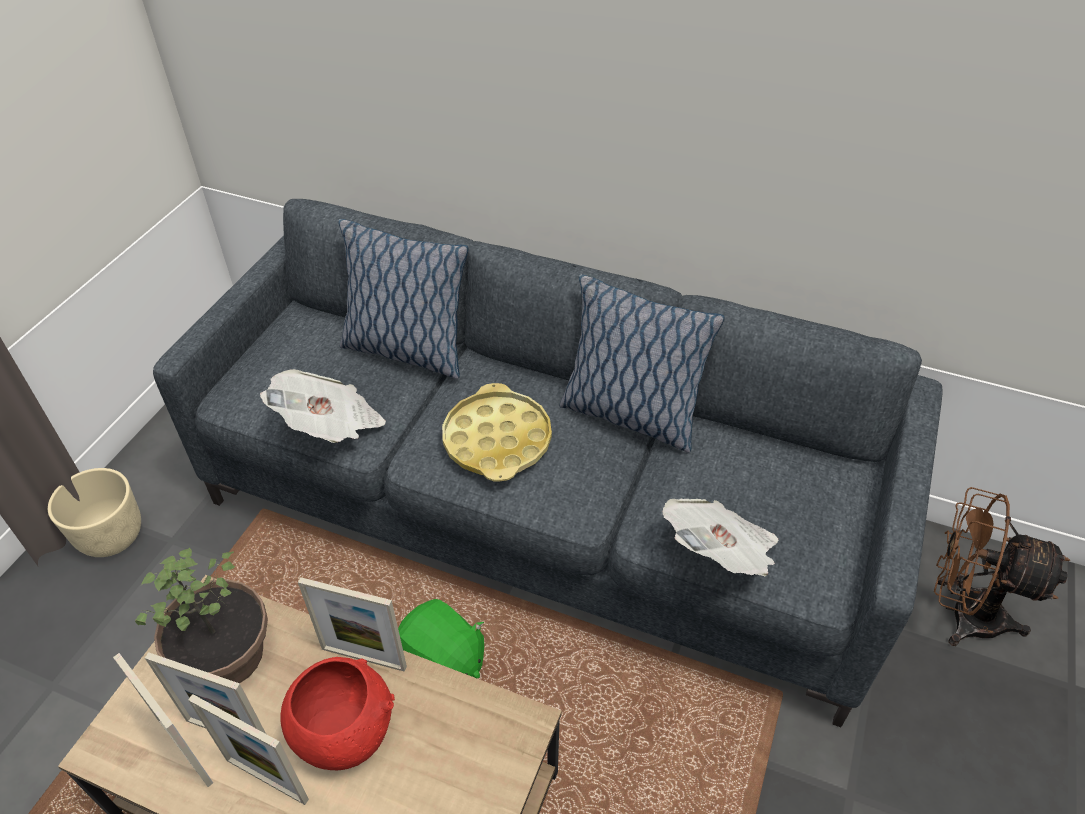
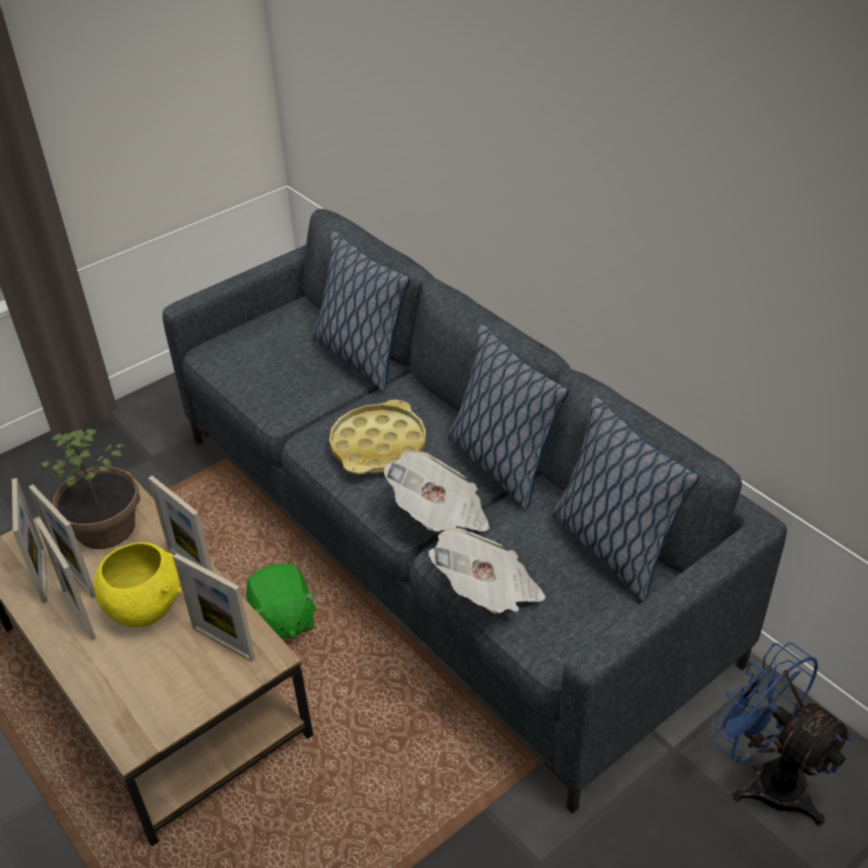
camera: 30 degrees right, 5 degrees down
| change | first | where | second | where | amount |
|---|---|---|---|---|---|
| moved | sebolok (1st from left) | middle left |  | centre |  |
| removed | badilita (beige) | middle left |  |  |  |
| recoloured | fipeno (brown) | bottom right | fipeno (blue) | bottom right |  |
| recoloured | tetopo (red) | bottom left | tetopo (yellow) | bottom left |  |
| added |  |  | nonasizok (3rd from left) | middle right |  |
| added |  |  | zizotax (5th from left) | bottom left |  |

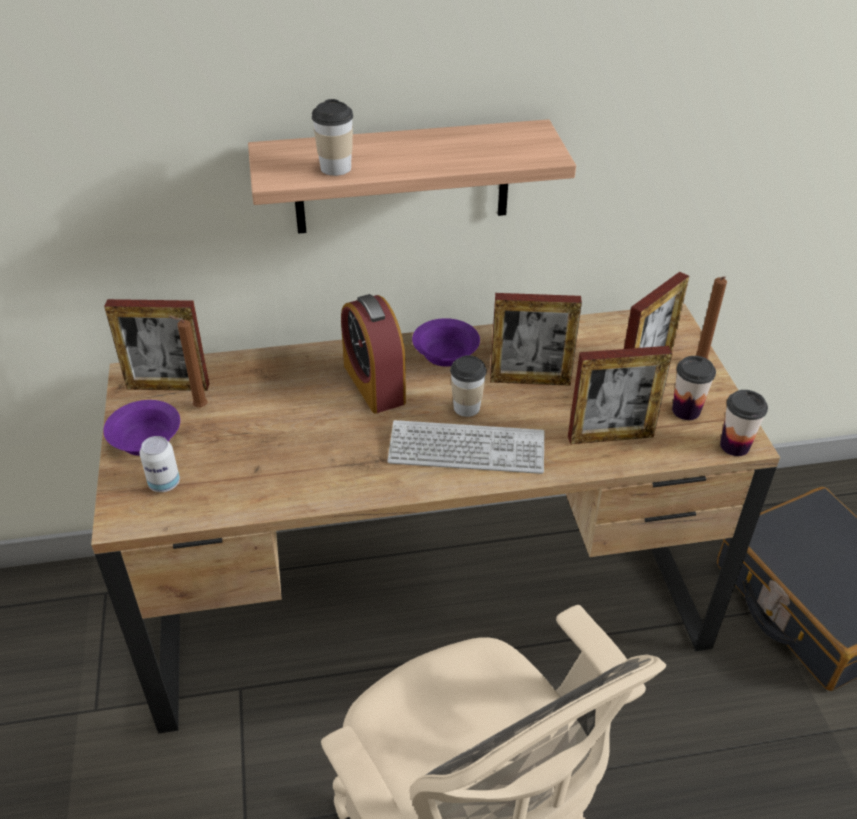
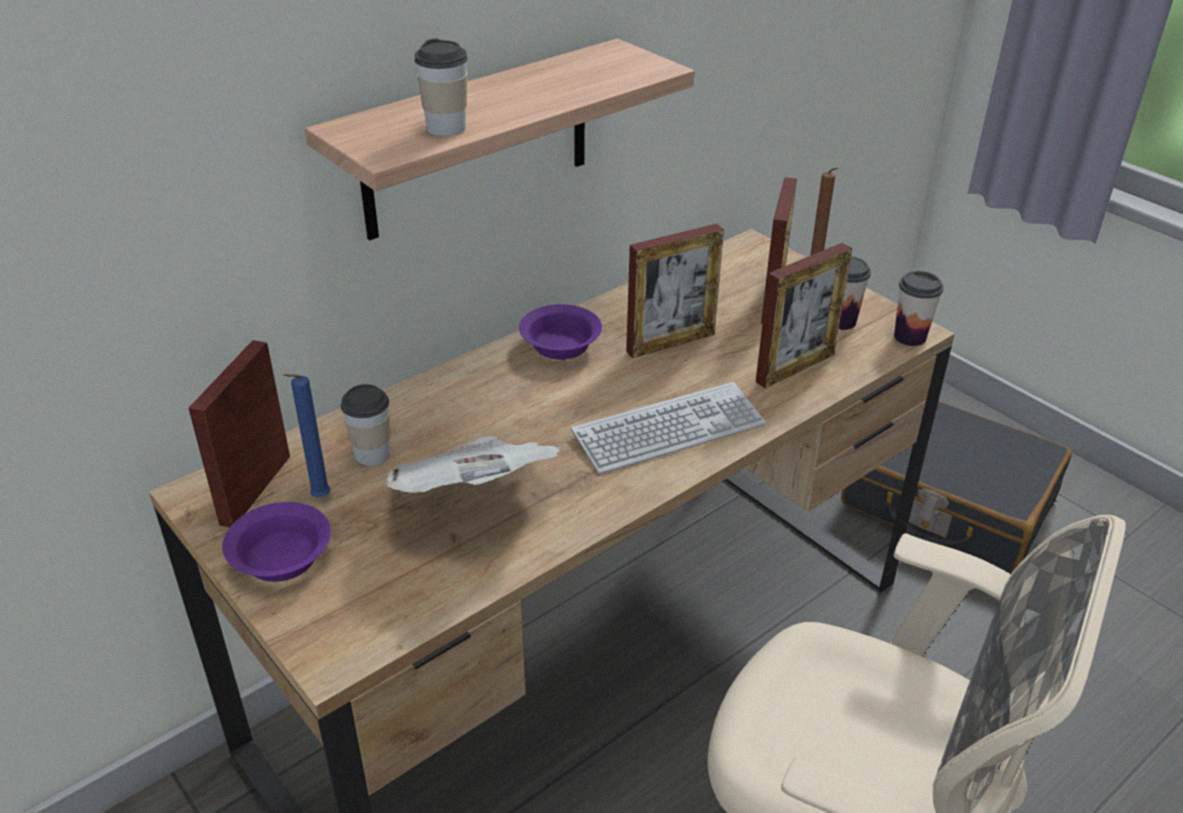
camera: 30 degrees left, 5 degrees down
| change | first | where | second | where | amount |
|---|---|---|---|---|---|
| removed | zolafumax | centre |  |  |  |
| turned | zizotax (1st from left) | middle left |  | middle left | 135 degrees clockwise |
| recoloured | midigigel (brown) (1st from left) | middle left | midigigel (blue) | middle left |  |
| moved | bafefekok (2nd from left in the first image) | centre | bafefekok (1st from left) | middle left |  |
| removed | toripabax | middle left |  |  |  |
| added |  |  | sebolok | centre |  |

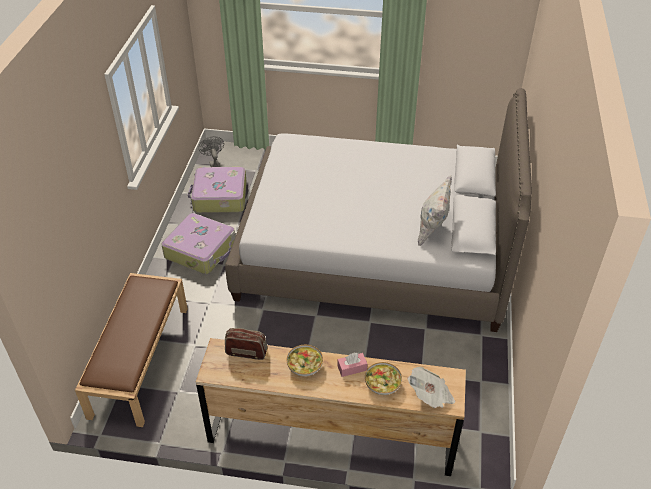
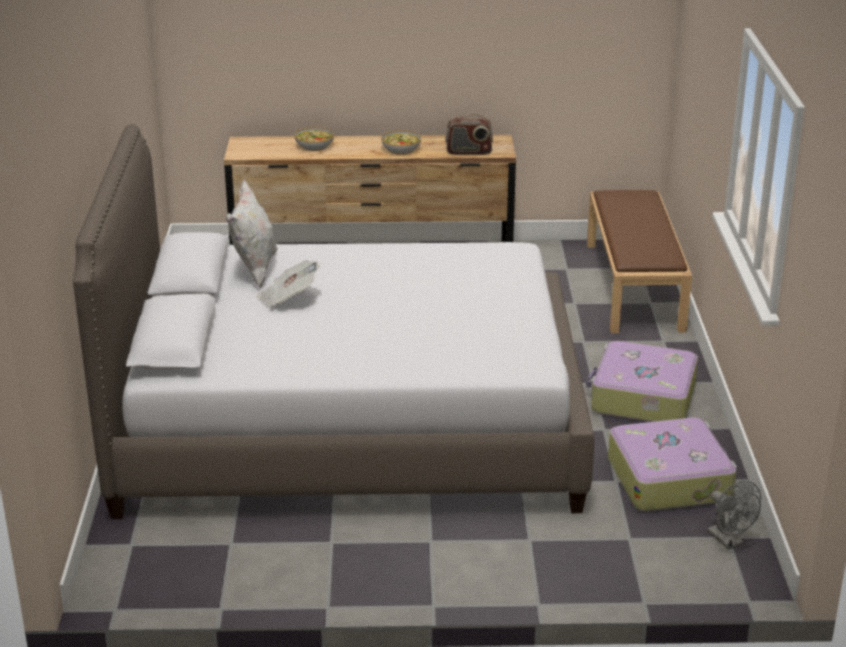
camera: 170 degrees right, 15 degrees down
| change | first | where | second | where | amount |
|---|---|---|---|---|---|
| removed | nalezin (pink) | bottom centre |  |  |  |
| moved | sebolok | bottom centre |  | centre |  |

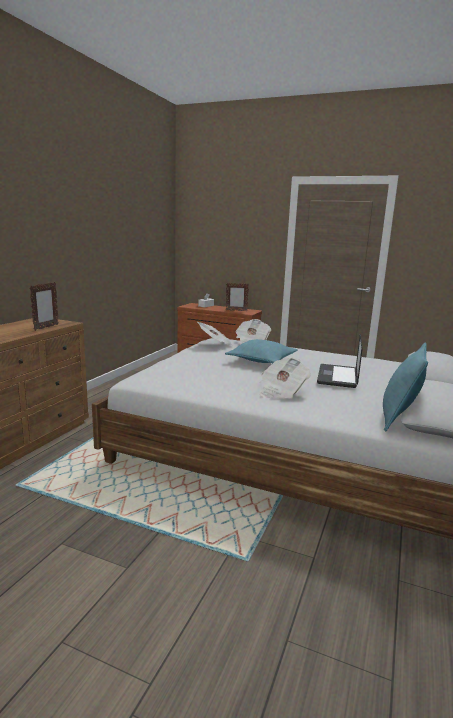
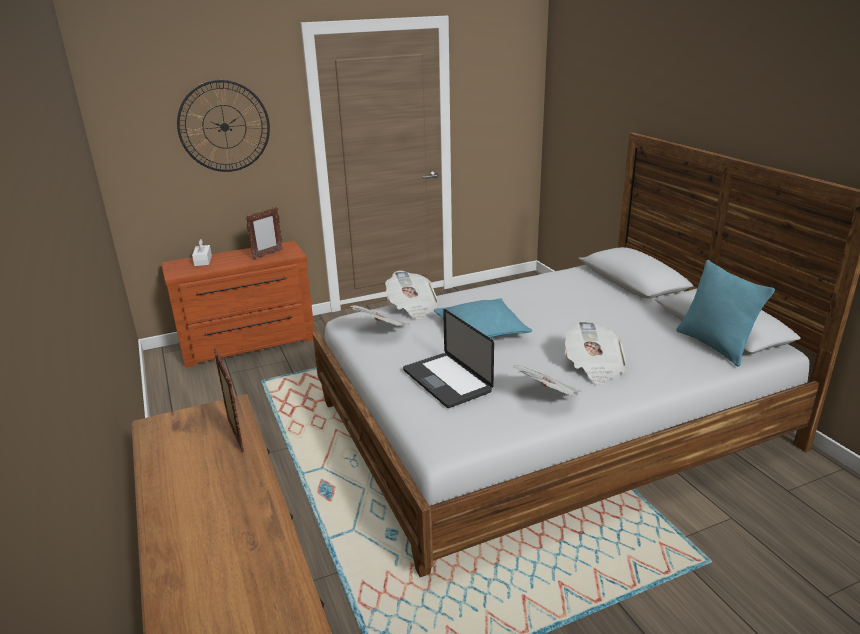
camera: 45 degrees left, 10 degrees up
| change | first | where | second | where | amount |
|---|---|---|---|---|---|
| moved | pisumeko | middle right |  | centre |  |
| added |  |  | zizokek | top left |  |
| added |  |  | sebolok (3rd from left) | centre |  |

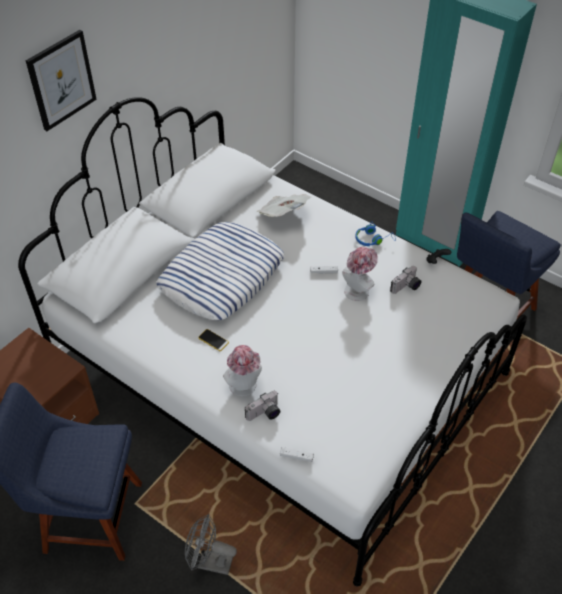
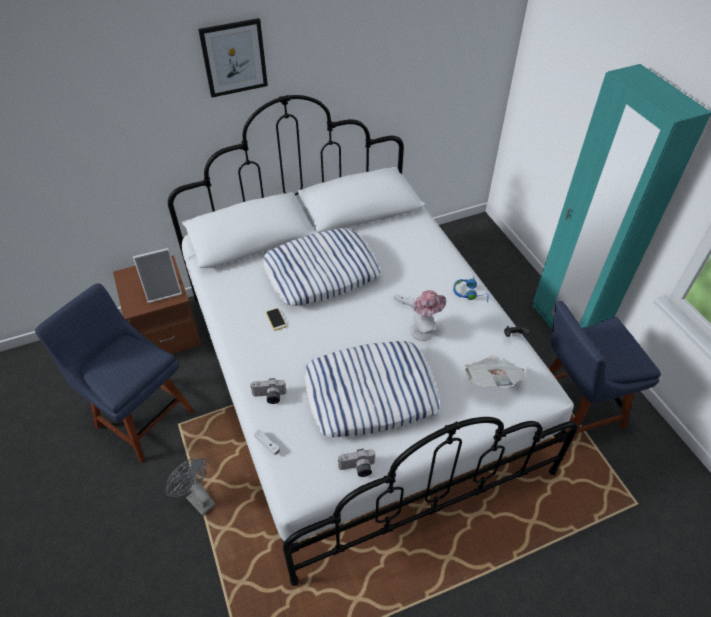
camera: 30 degrees right, 0 degrees up
| change | first | where | second | where | amount |
|---|---|---|---|---|---|
| moved | sebolok | centre |  | middle right |  |
| moved | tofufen (2nd from left) | middle right |  | bottom centre |  |
| removed | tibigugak (1st from left) | centre |  |  |  |
| added |  |  | zizotax | middle left |  |
| added |  |  | nonasizok (2nd from left) | centre |  |

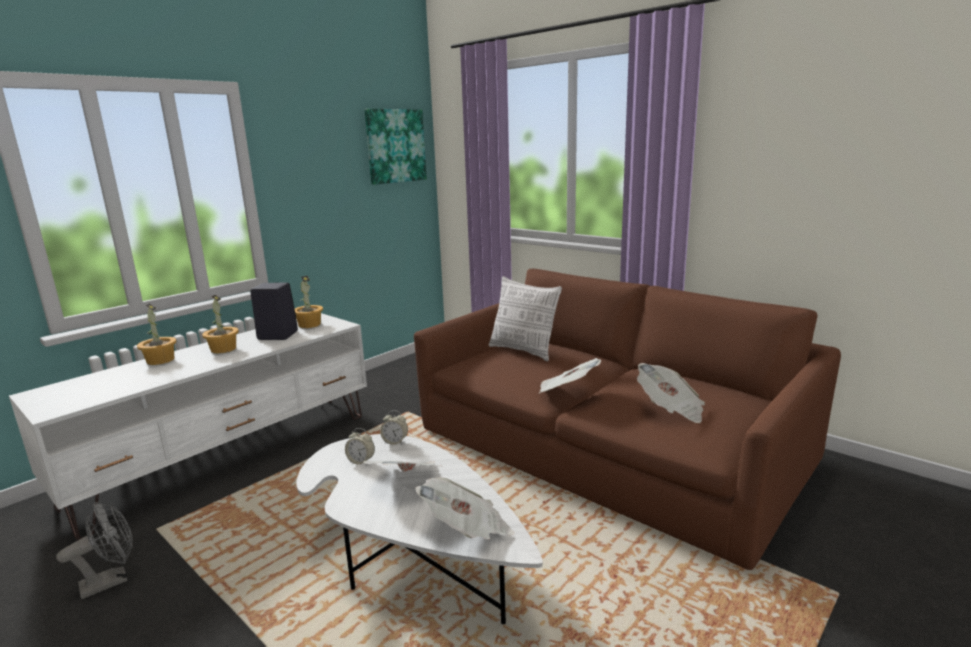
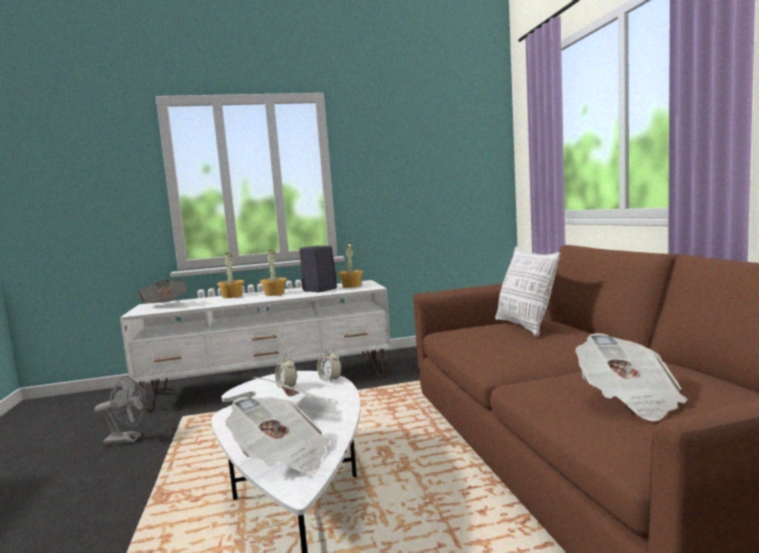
camera: 35 degrees right, 10 degrees down
| change | first | where | second | where | amount |
|---|---|---|---|---|---|
| removed | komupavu | top centre |  |  |  |
| moved | sebolok (3rd from left in the first image) | centre | sebolok (1st from left) | middle left |  |

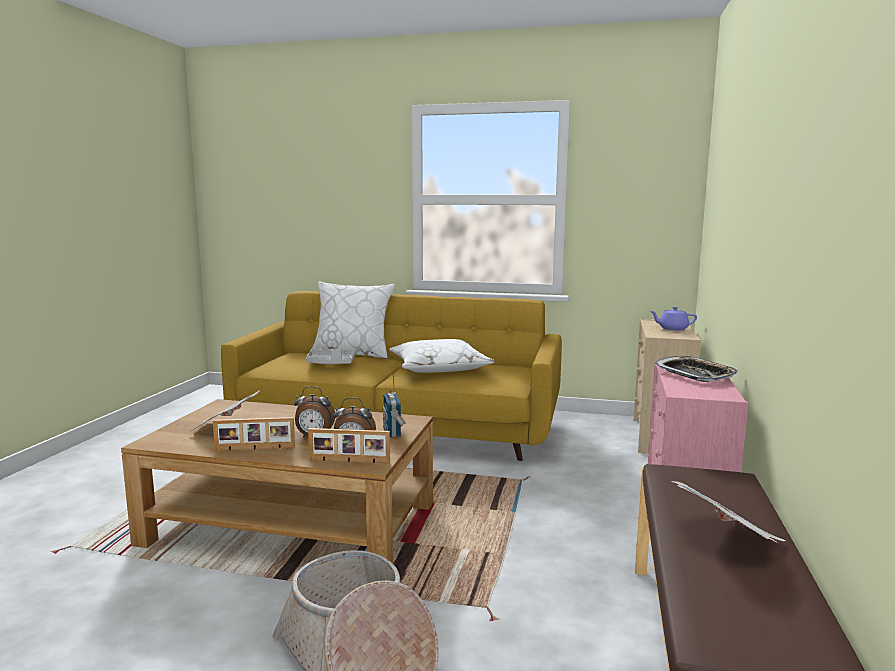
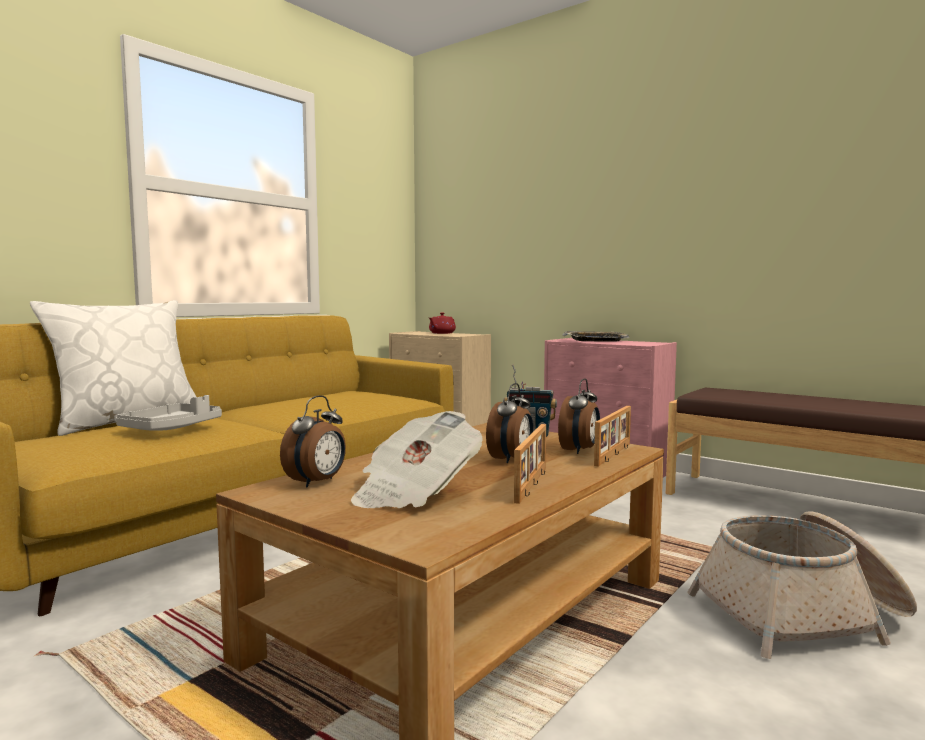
camera: 65 degrees left, 5 degrees down
| change | first | where | second | where | amount |
|---|---|---|---|---|---|
| recoloured | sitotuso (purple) | middle right | sitotuso (red) | centre |  |
| removed | nonasizok (white) (2nd from left) | centre |  |  |  |
| removed | sebolok (2nd from left) | bottom right |  |  |  |
| added |  |  | zolafumax (1st from left) | centre |  |

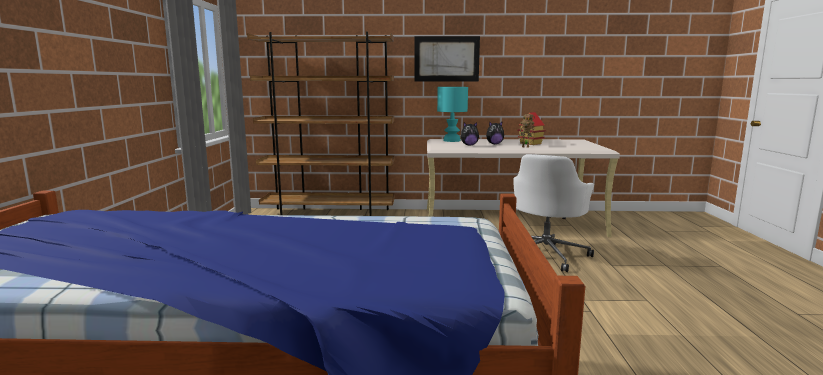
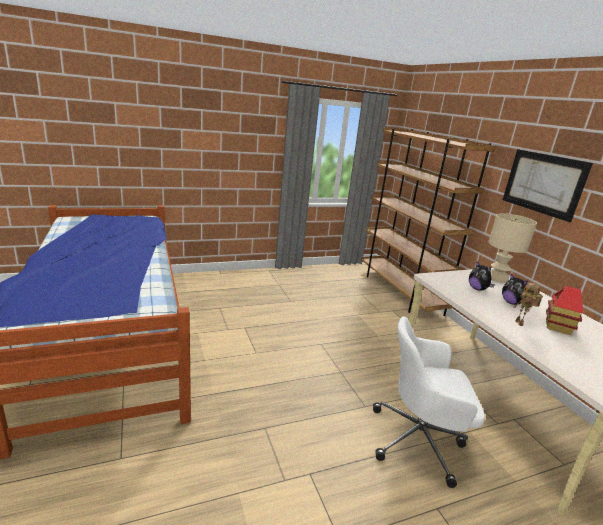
camera: 65 degrees right, 10 degrees up
| change | first | where | second | where | amount |
|---|---|---|---|---|---|
| recoloured | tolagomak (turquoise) | top centre | tolagomak (beige) | middle right |  |

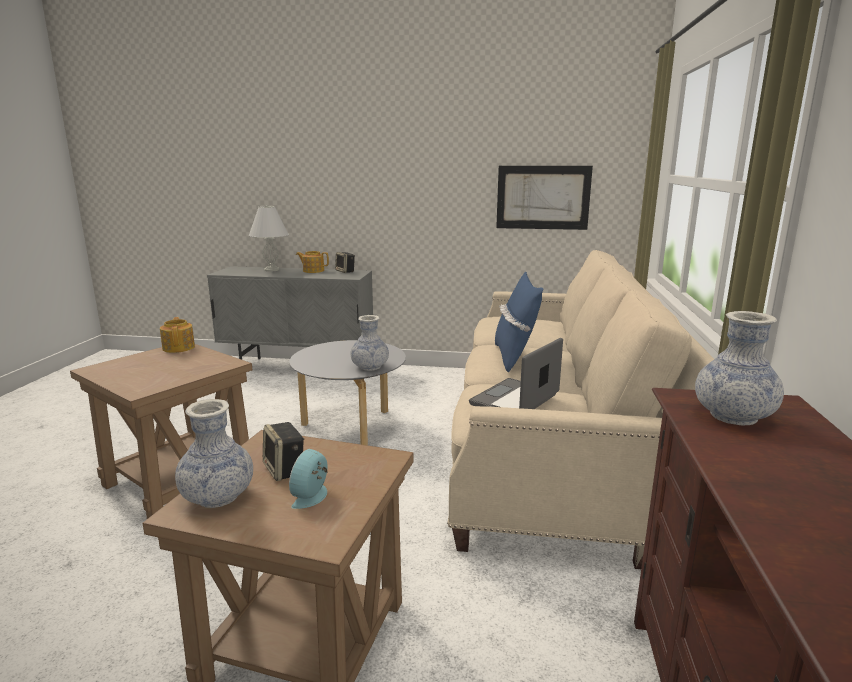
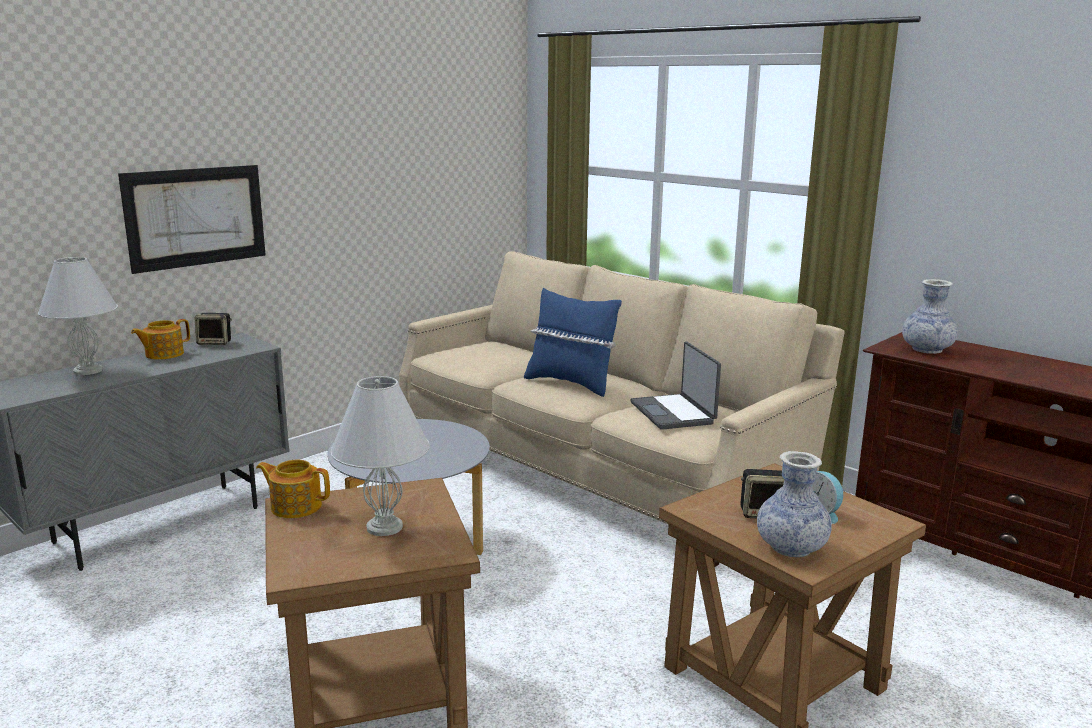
camera: 55 degrees left, 0 degrees up
| change | first | where | second | where | amount |
|---|---|---|---|---|---|
| moved | komupavu | top centre |  | top left |  |
| removed | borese (2nd from left) | centre |  |  |  |
| added |  |  | tolagomak (white) (2nd from left) | centre |  |

